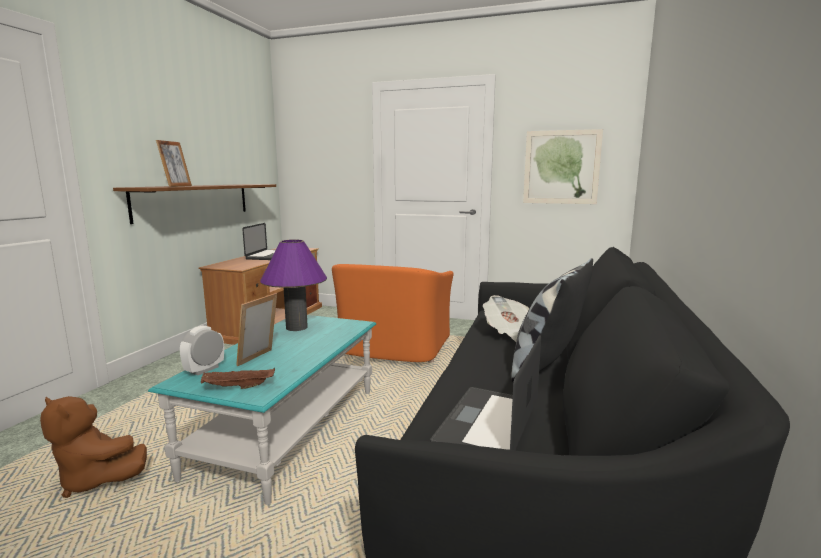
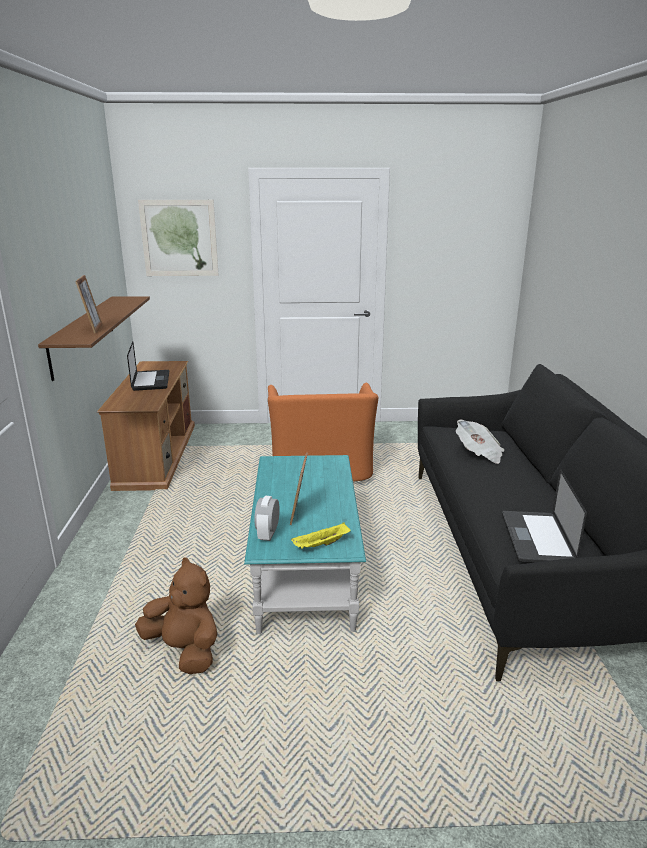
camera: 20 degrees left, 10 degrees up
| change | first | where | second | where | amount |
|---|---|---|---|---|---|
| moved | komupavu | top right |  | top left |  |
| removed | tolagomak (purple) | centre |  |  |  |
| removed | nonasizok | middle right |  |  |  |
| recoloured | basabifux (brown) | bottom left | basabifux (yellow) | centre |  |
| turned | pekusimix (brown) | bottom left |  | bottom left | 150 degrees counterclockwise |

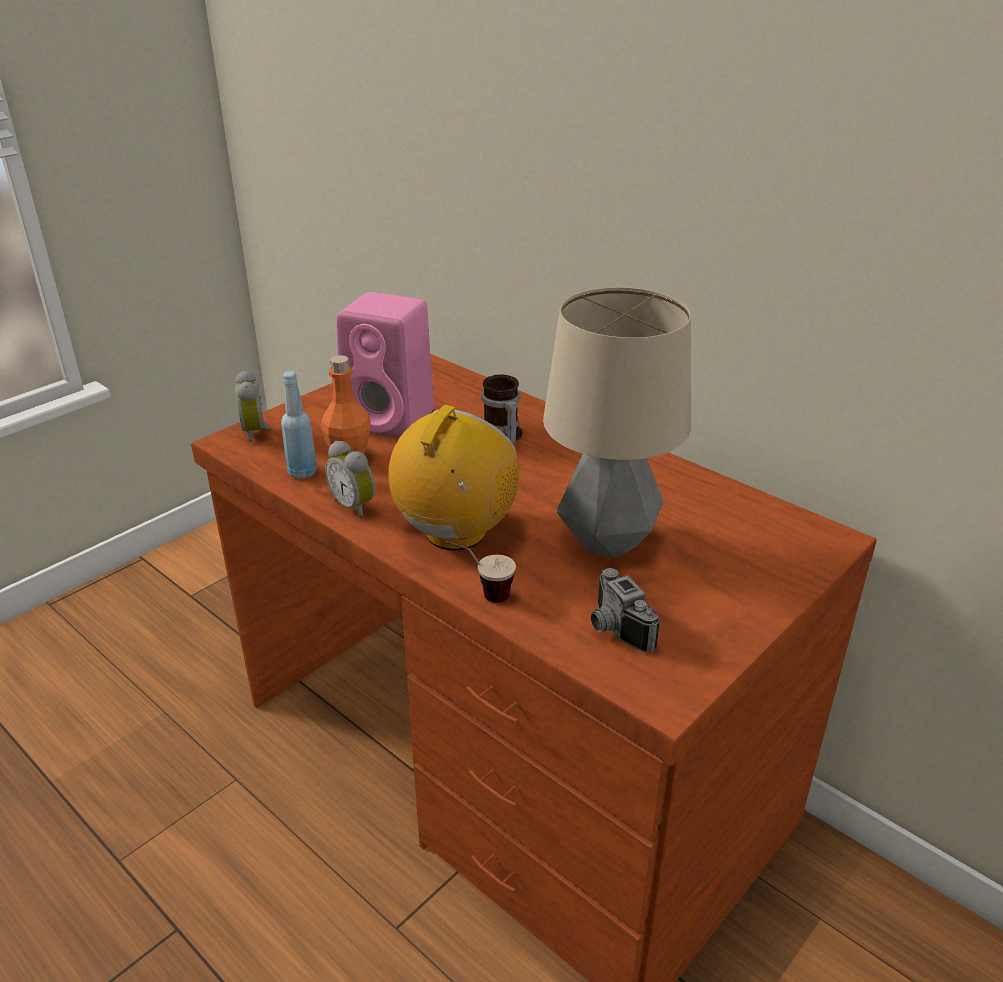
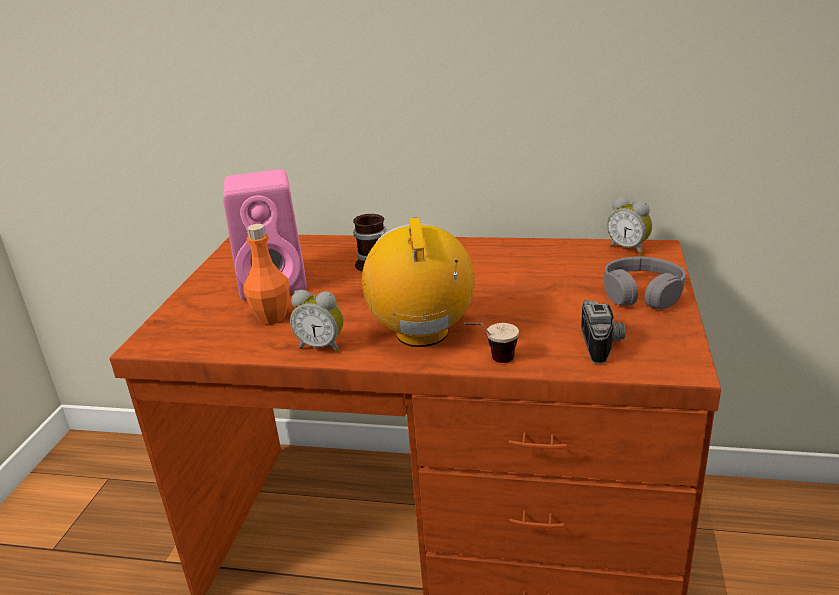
camera: 30 degrees left, 5 degrees down
| change | first | where | second | where | amount |
|---|---|---|---|---|---|
| removed | tolagomak | centre |  |  |  |
| moved | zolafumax (1st from left in the first image) | middle left | zolafumax (2nd from left) | middle right |  |
| removed | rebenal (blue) | middle left |  |  |  |
| turned | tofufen | centre |  | middle right | 120 degrees counterclockwise |
| added |  |  | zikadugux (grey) | middle right |  |

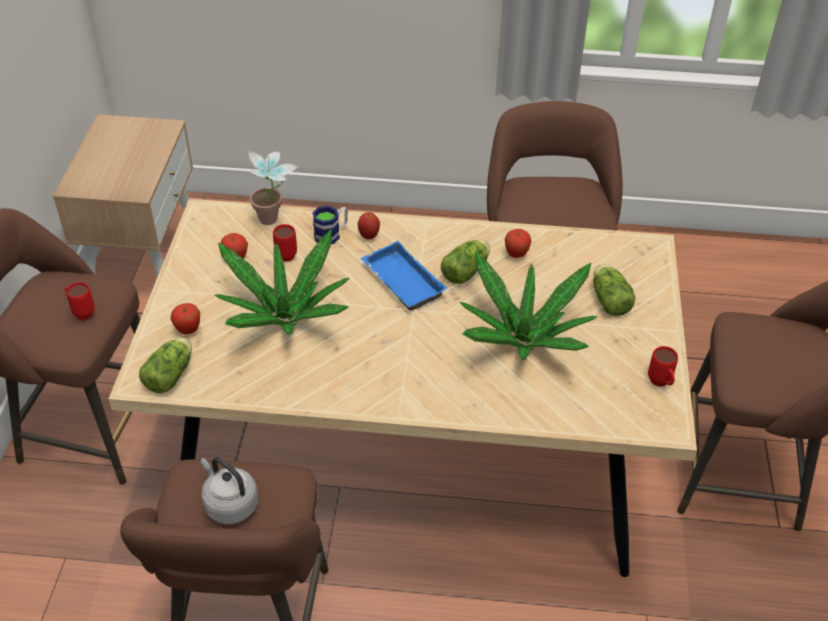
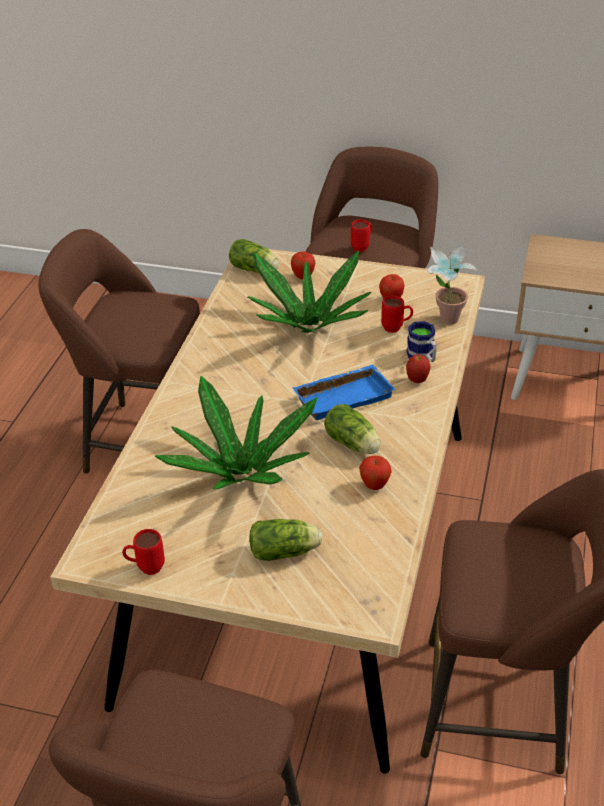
camera: 100 degrees right, 5 degrees down
| change | first | where | second | where | amount |
|---|---|---|---|---|---|
| removed | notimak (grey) | bottom left |  |  |  |

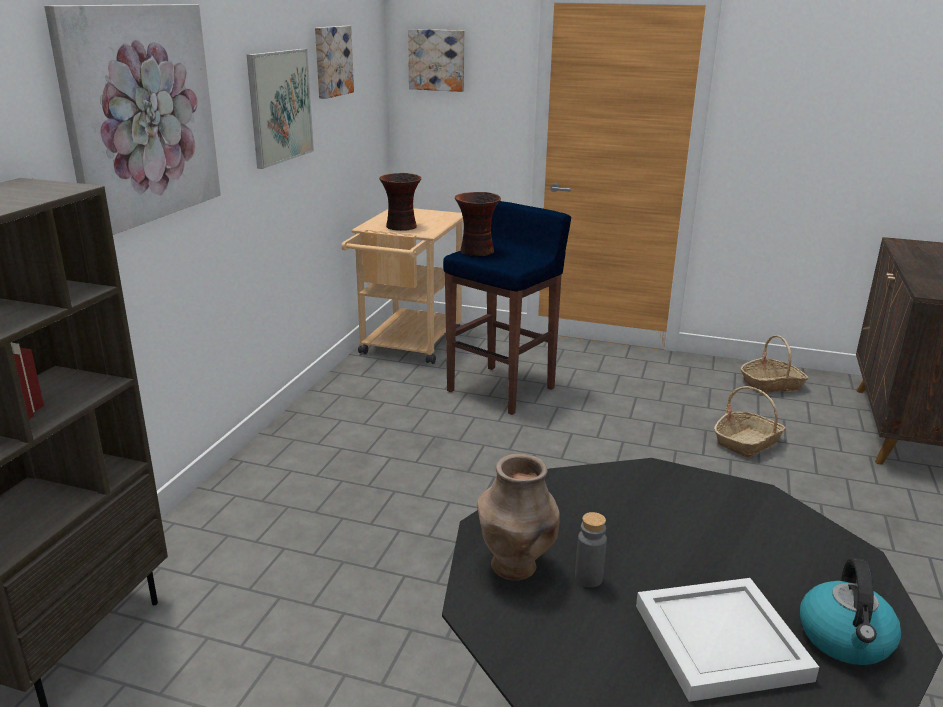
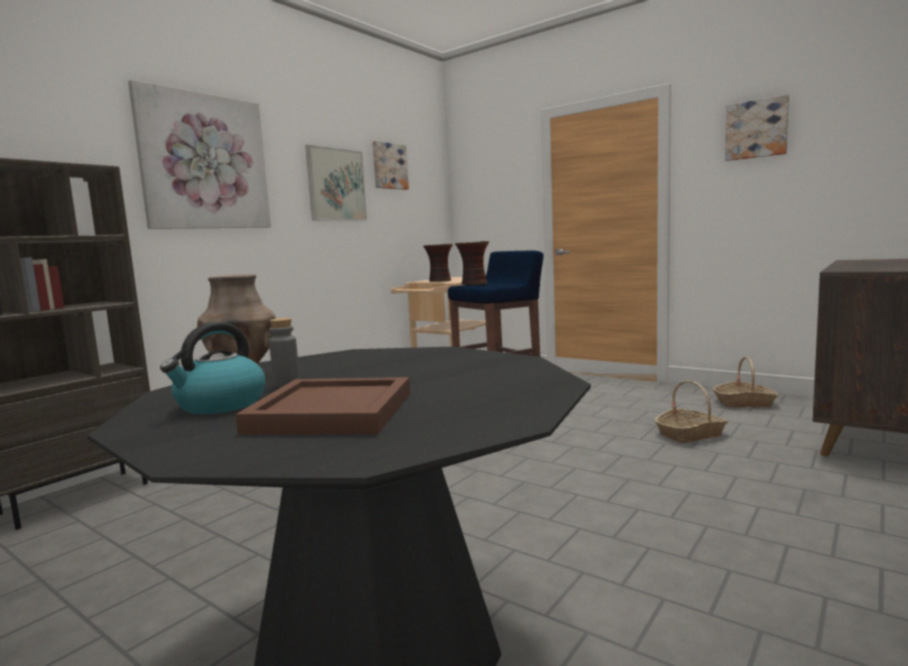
camera: 20 degrees right, 15 degrees down
| change | first | where | second | where | amount |
|---|---|---|---|---|---|
| moved | komupavu (4th from left) | top centre |  | top right |  |
| moved | notimak | bottom right |  | middle left |  |
| recoloured | basabifux (white) | bottom right | basabifux (brown) | centre |  |

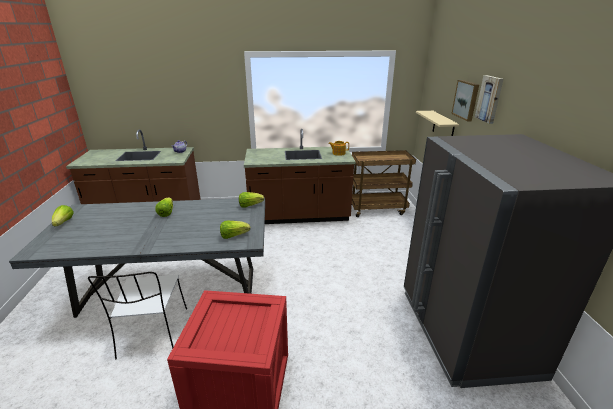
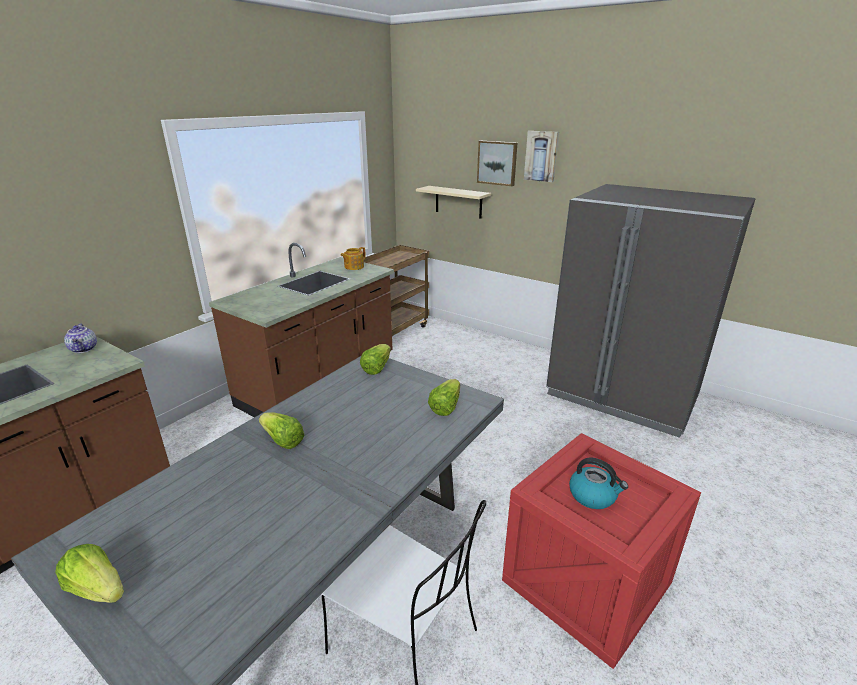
camera: 50 degrees left, 0 degrees up
| change | first | where | second | where | amount |
|---|---|---|---|---|---|
| added |  |  | notimak | bottom right |  |

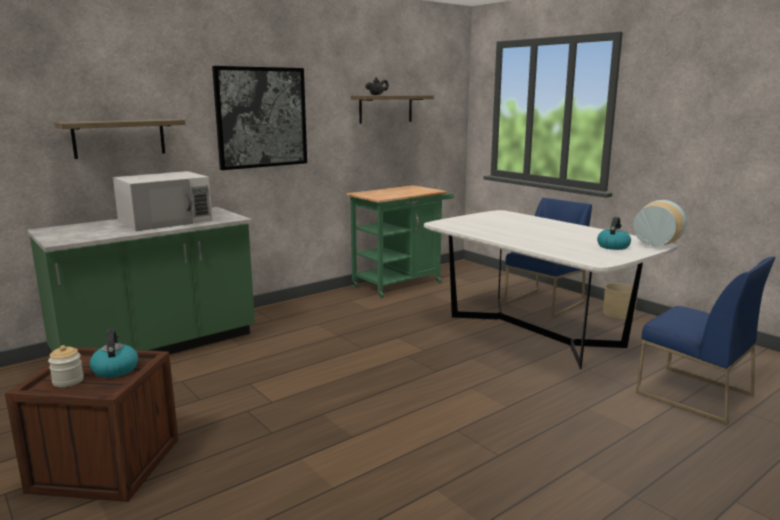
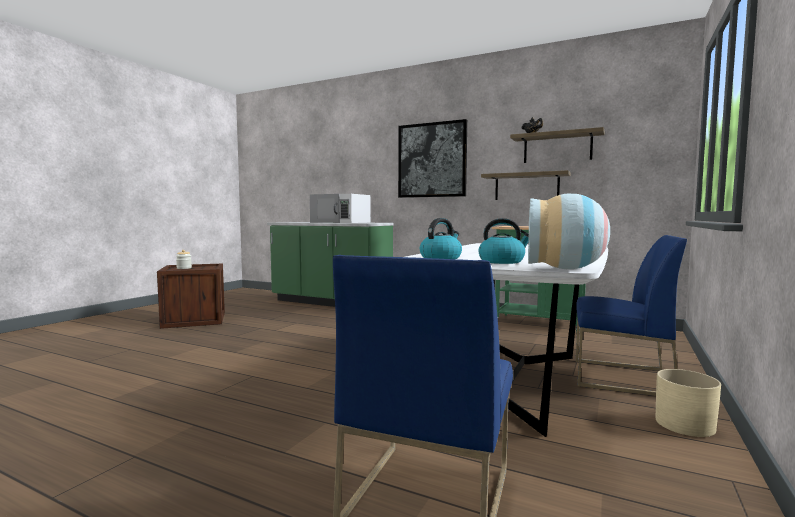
camera: 65 degrees right, 10 degrees down
| change | first | where | second | where | amount |
|---|---|---|---|---|---|
| moved | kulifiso (1st from left) | top left |  | centre |  |
| moved | notimak (1st from left) | bottom left |  | centre |  |

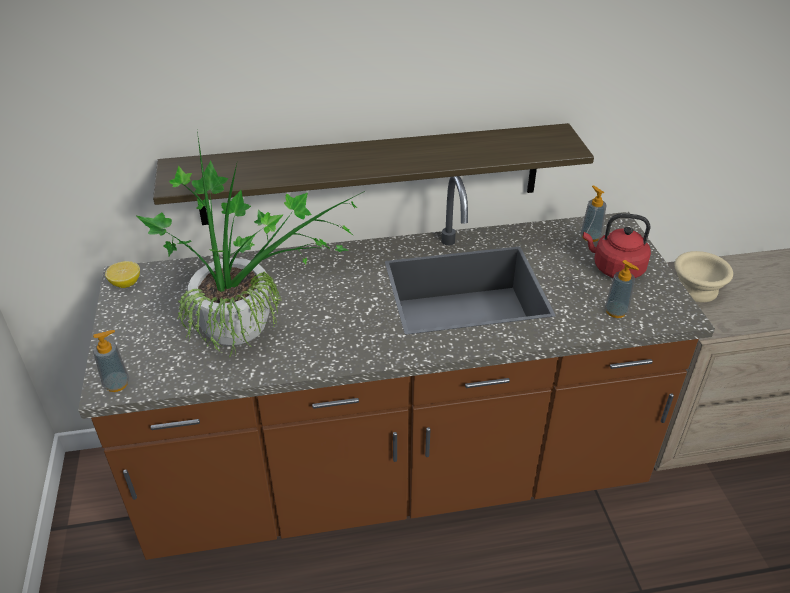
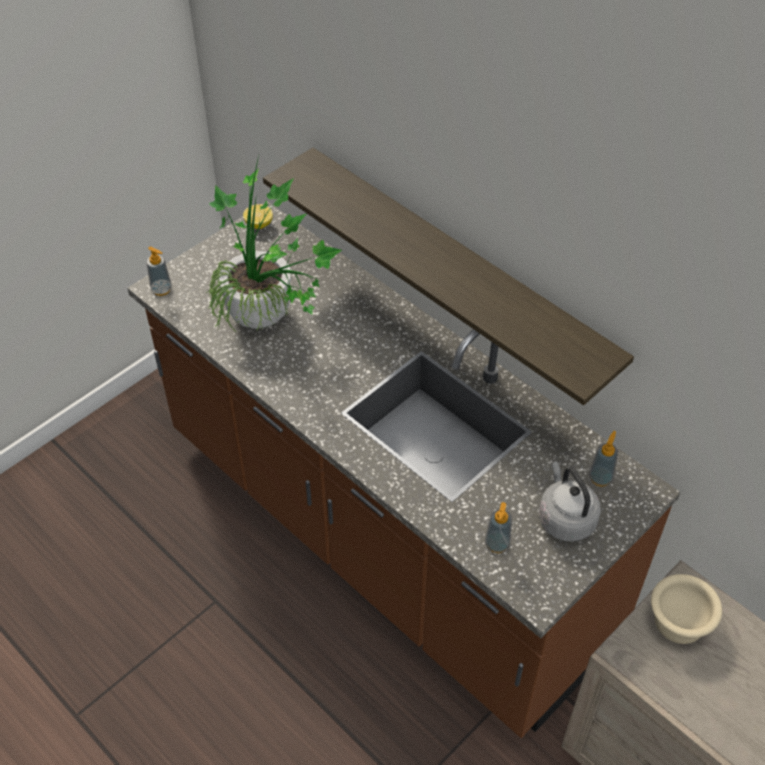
camera: 55 degrees right, 10 degrees up
| change | first | where | second | where | amount |
|---|---|---|---|---|---|
| recoloured | notimak (red) | middle right | notimak (grey) | middle right |  |

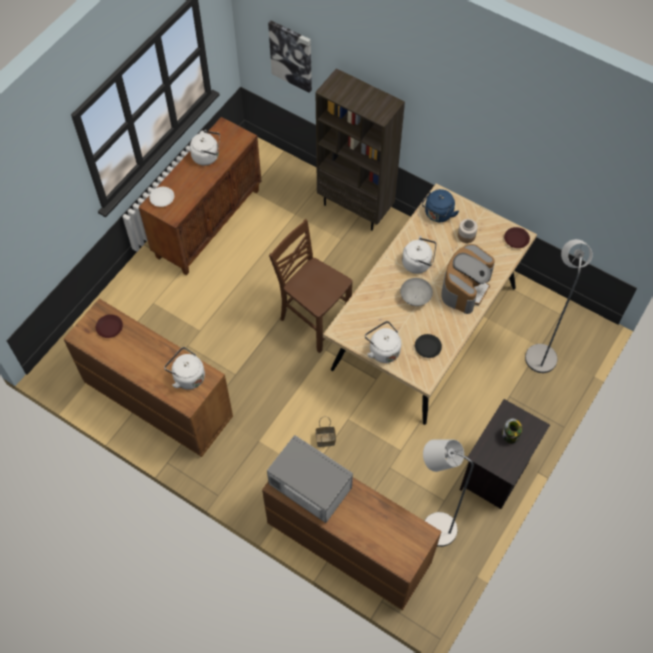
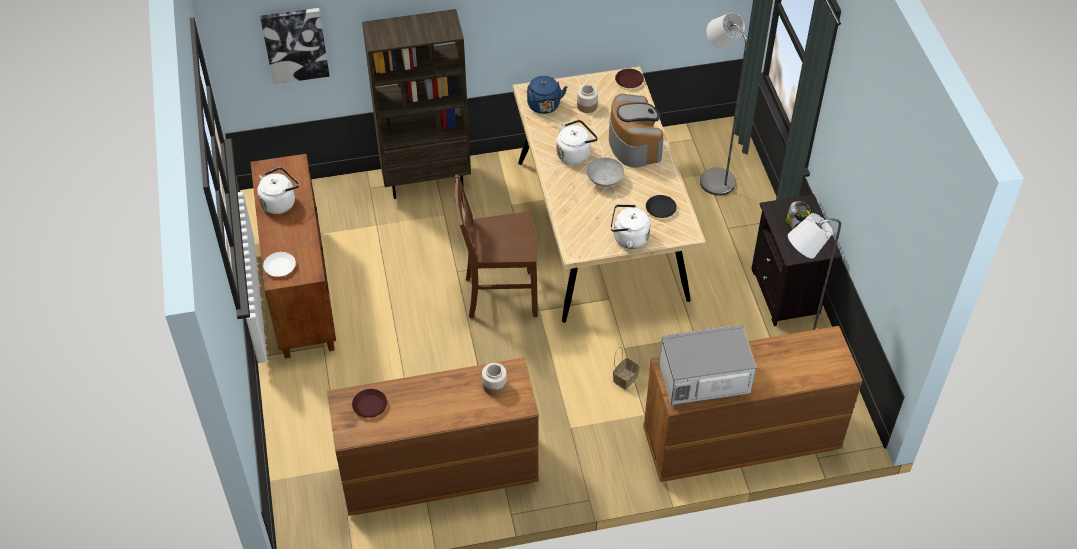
camera: 45 degrees left, 10 degrees down
| change | first | where | second | where | amount |
|---|---|---|---|---|---|
| replaced | notimak (white) (1st from left) | middle left | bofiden (1st from left) | bottom centre |  |

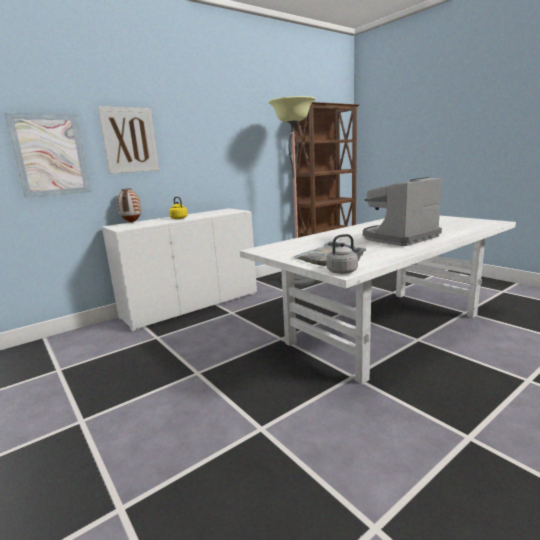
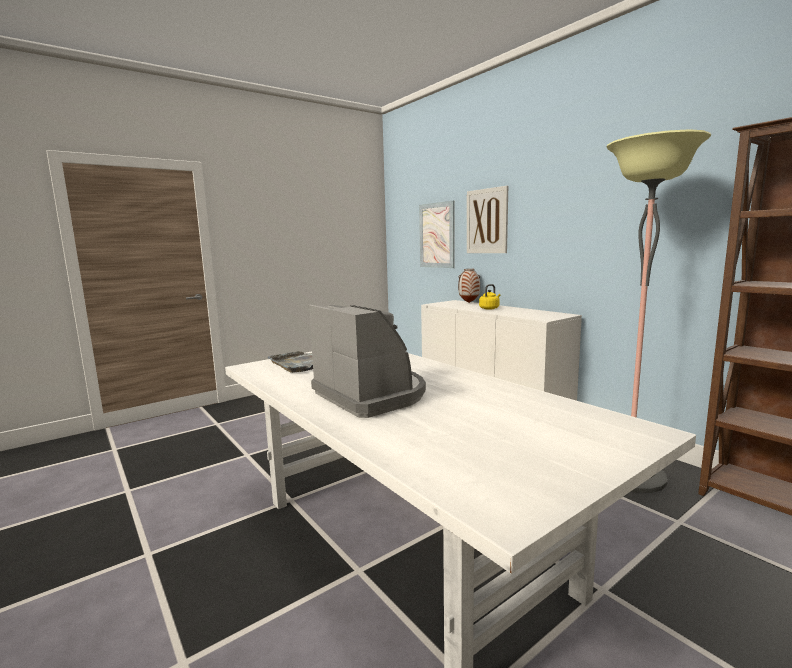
camera: 90 degrees right, 5 degrees down
| change | first | where | second | where | amount |
|---|---|---|---|---|---|
| removed | notimak (grey) | centre |  |  |  |

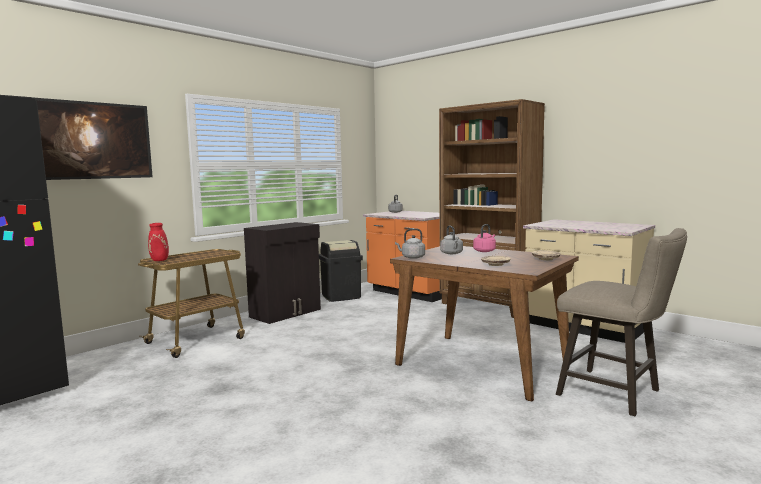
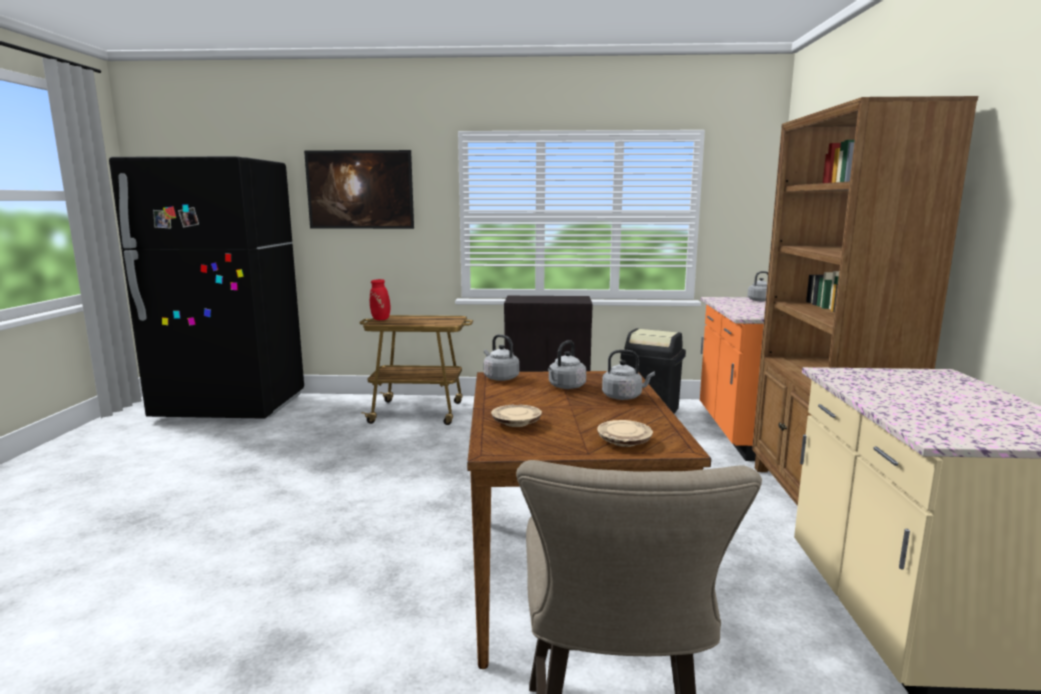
camera: 50 degrees right, 5 degrees up
| change | first | where | second | where | amount |
|---|---|---|---|---|---|
| recoloured | notimak (pink) | centre | notimak (grey) (3rd from left) | centre |  |

